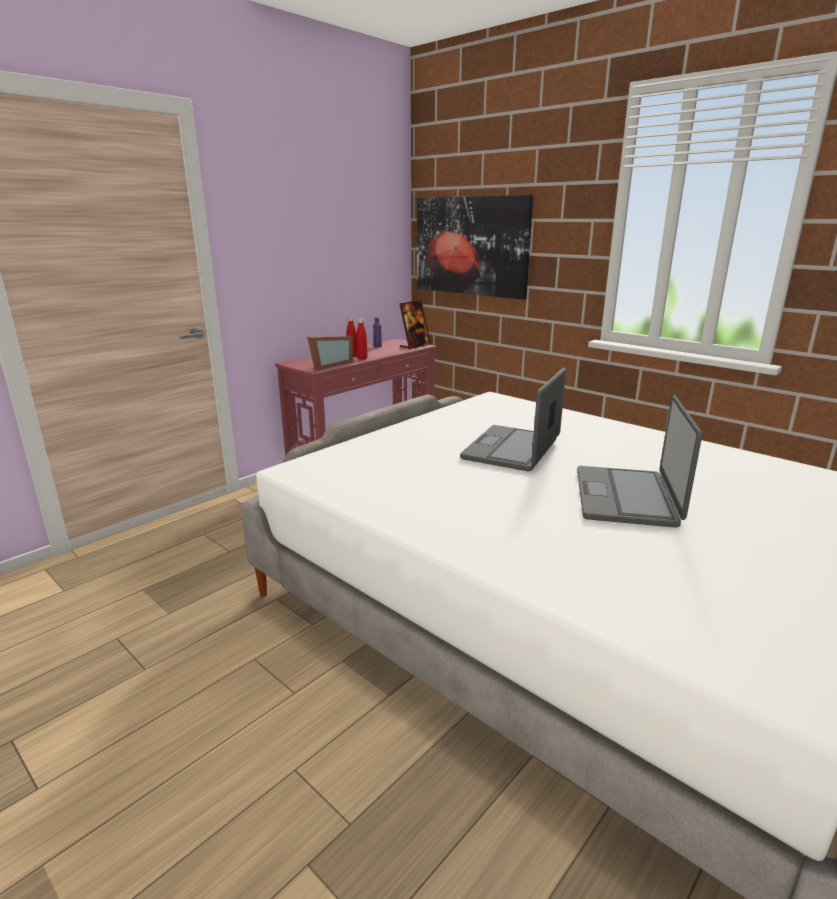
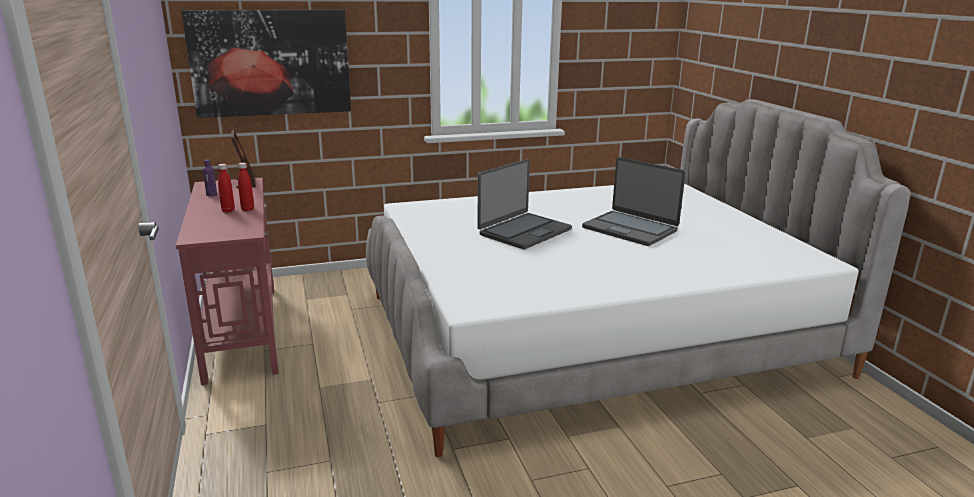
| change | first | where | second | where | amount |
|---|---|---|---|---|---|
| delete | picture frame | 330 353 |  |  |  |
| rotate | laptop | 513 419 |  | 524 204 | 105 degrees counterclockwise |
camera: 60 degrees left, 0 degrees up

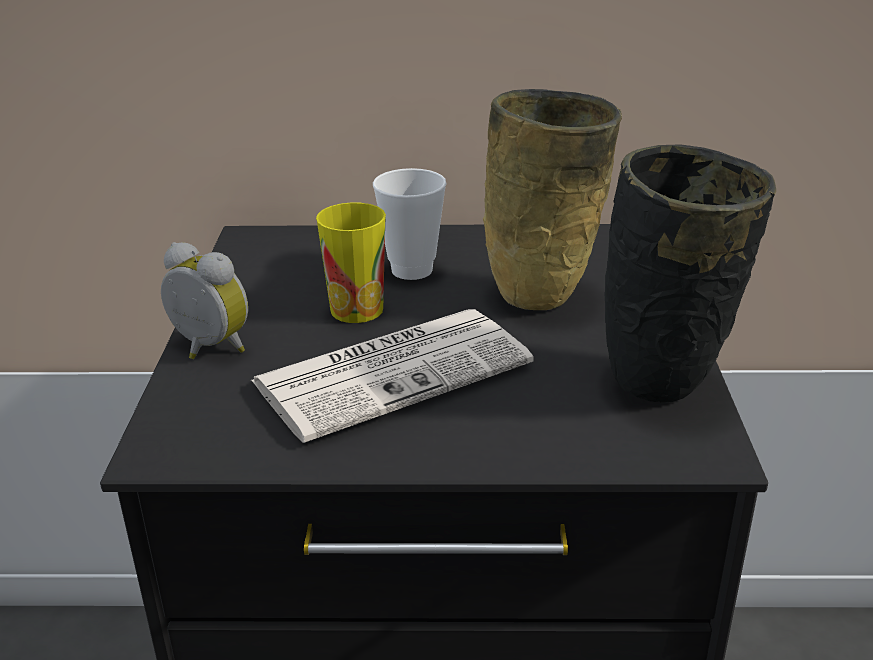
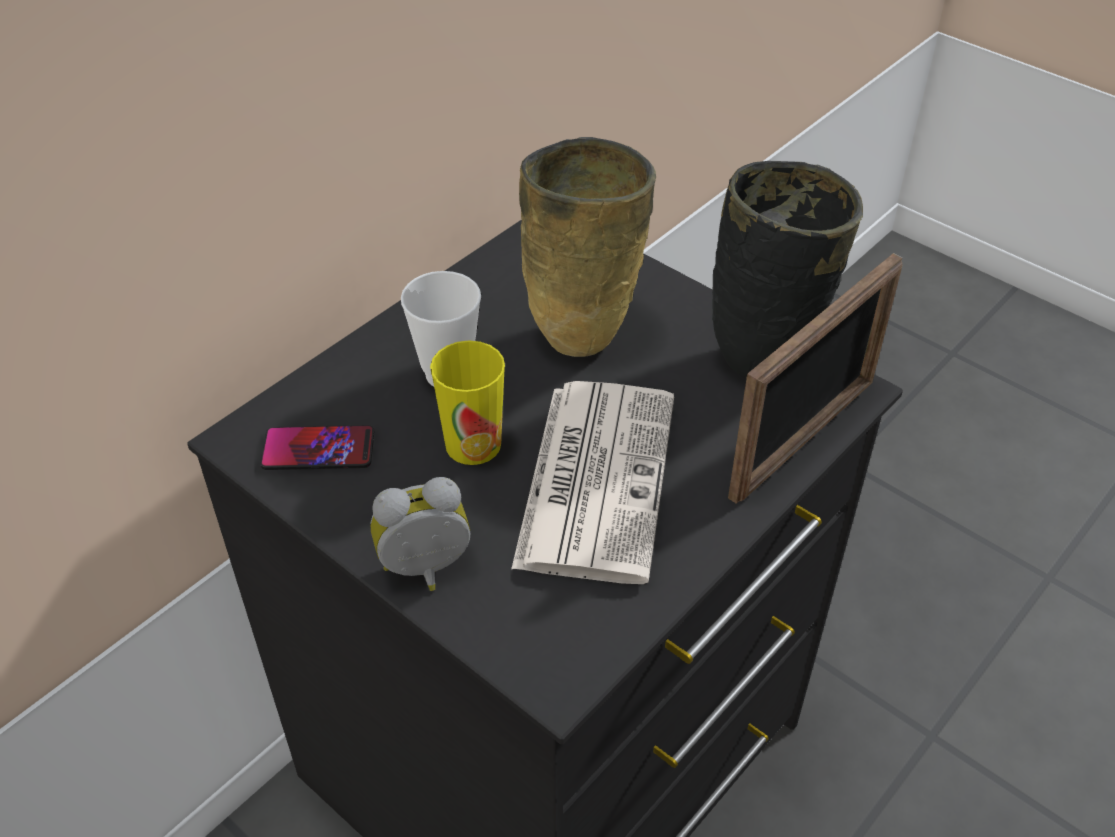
| change | first | where | second | where | amount |
|---|---|---|---|---|---|
| insert |  |  | telephone | 317 447 |  |
| insert |  |  | picture frame | 815 378 |  |
camera: 50 degrees left, 15 degrees up

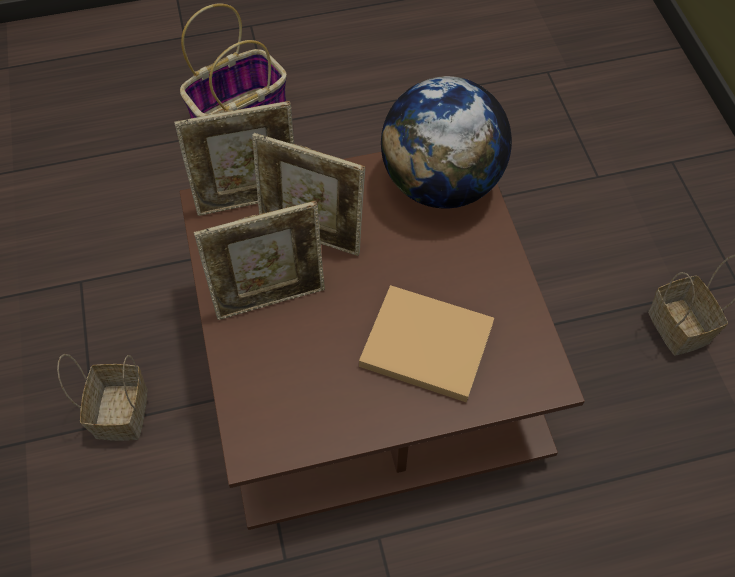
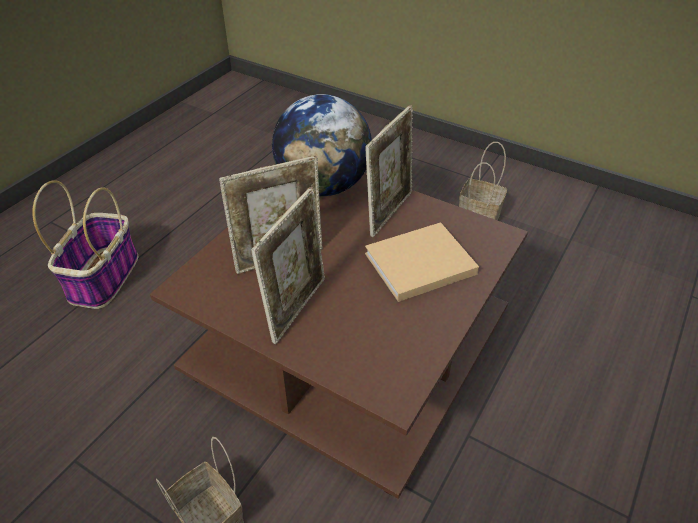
| change | first | where | second | where | amount |
|---|---|---|---|---|---|
| move | picture frame | 234 158 |  | 389 171 |  |
camera: 45 degrees left, 15 degrees down

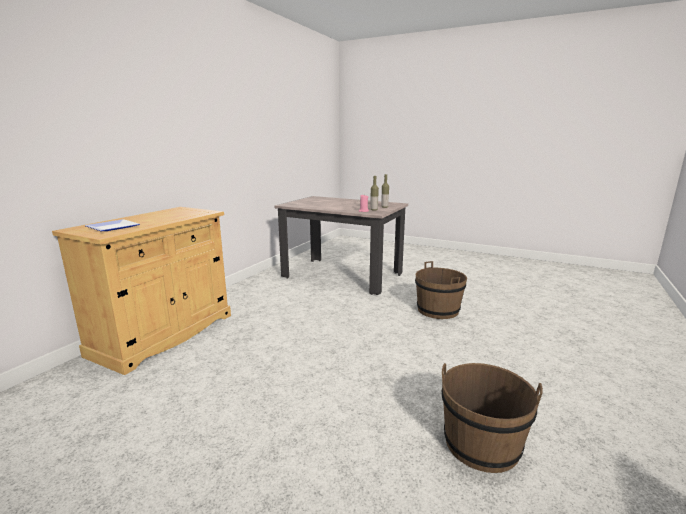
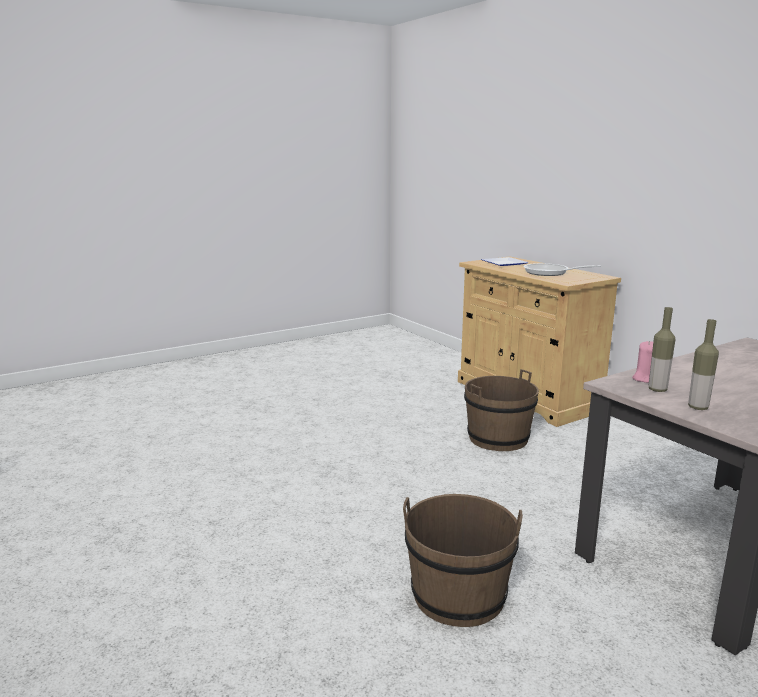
| change | first | where | second | where | amount |
|---|---|---|---|---|---|
| move | brown-coloured pail | 492 418 |  | 501 410 |  |
| insert |  |  | frying pan | 562 269 |  |
camera: 120 degrees right, 0 degrees up

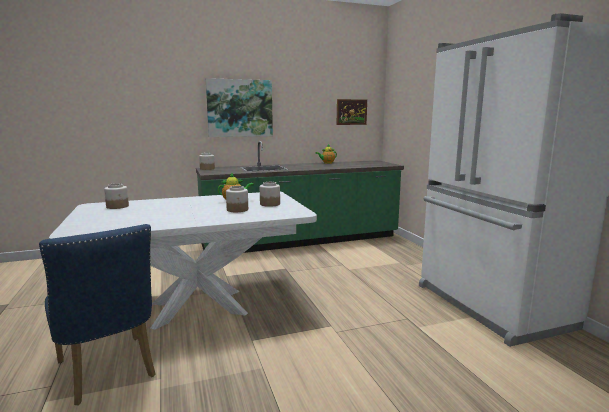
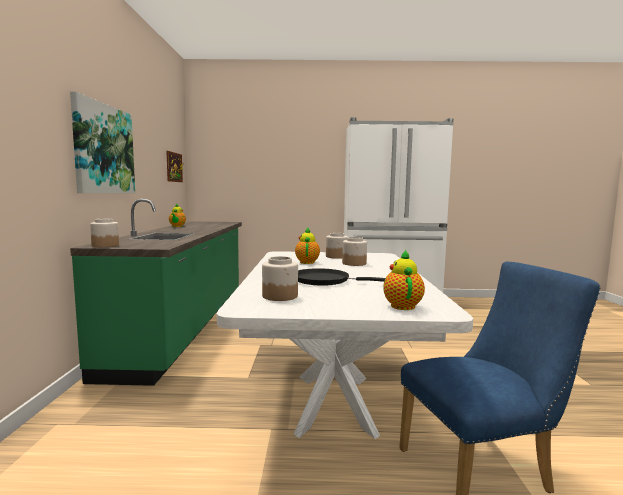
| change | first | where | second | where | amount |
|---|---|---|---|---|---|
| insert |  |  | black frying pan | 341 277 |  |
| insert |  |  | pot for tea | 404 279 |  |
camera: 70 degrees left, 5 degrees down

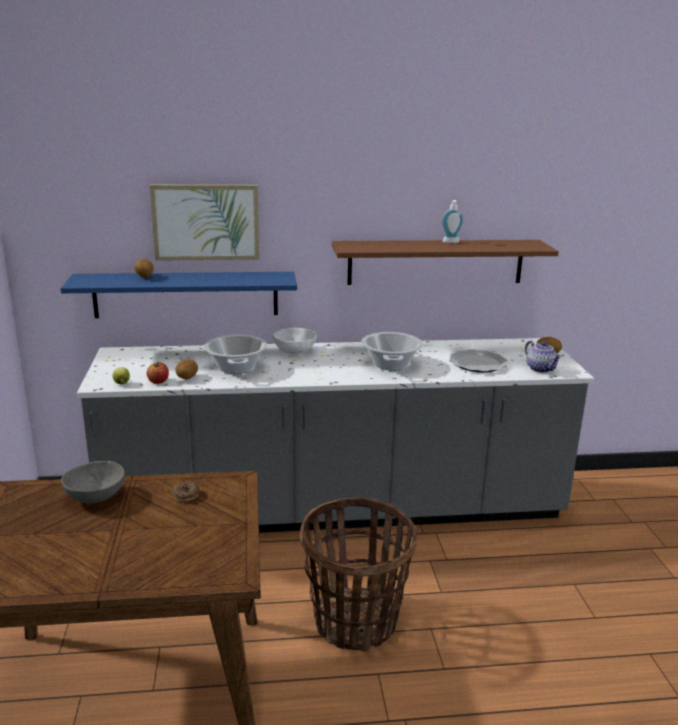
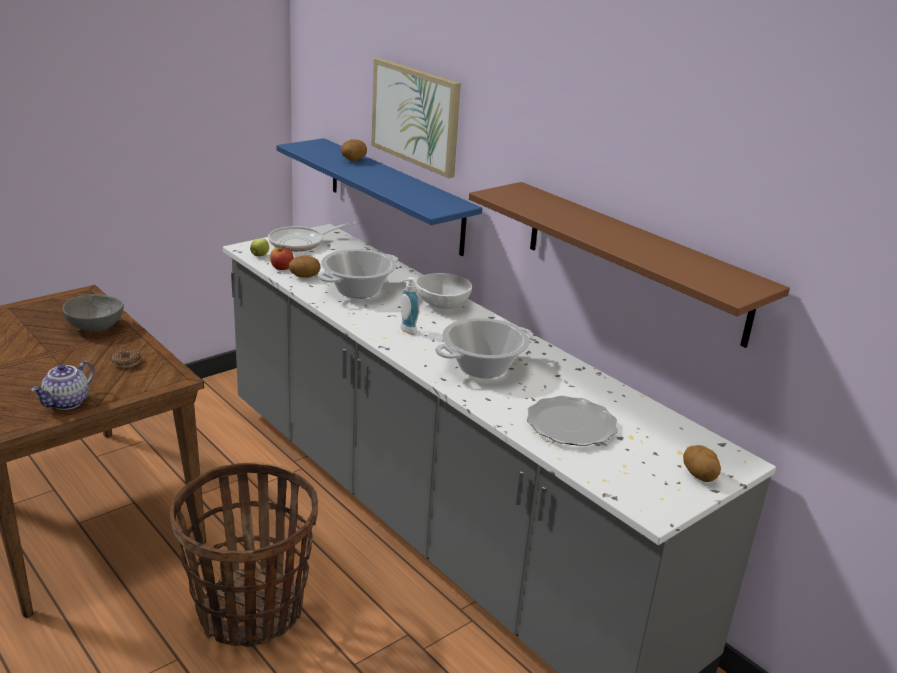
| change | first | where | second | where | amount |
|---|---|---|---|---|---|
| move | soap bottle | 453 221 |  | 409 306 |  |
| move | pot for tea | 543 357 |  | 62 385 |  |
| insert |  |  | frying pan | 312 236 |  |
camera: 55 degrees right, 5 degrees up

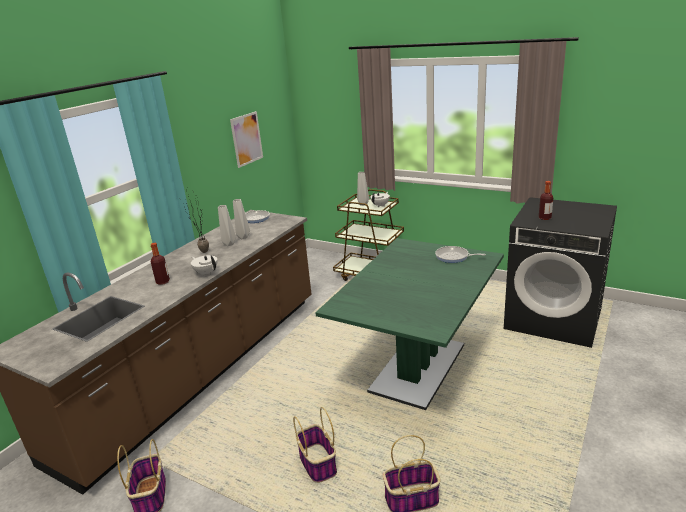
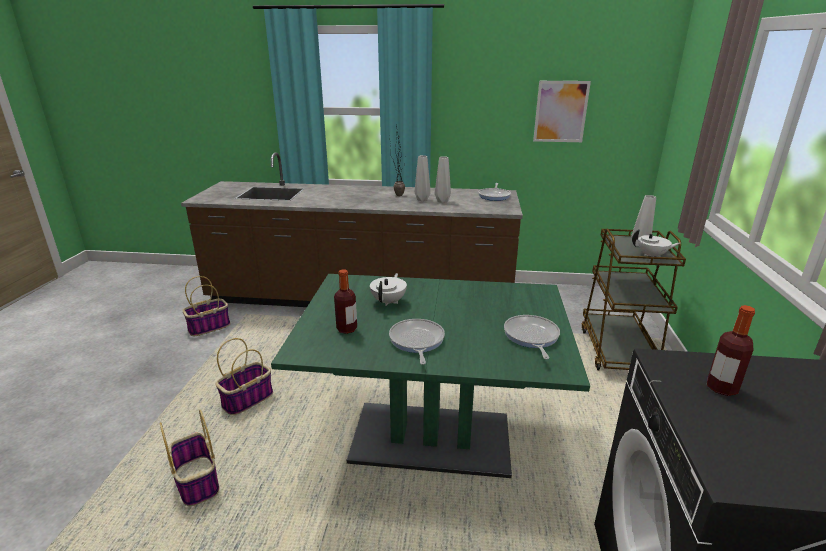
| change | first | where | second | where | amount |
|---|---|---|---|---|---|
| move | beverage bottle | 160 264 |  | 345 301 |  |
| move | whitish pot for tea | 204 265 |  | 388 289 |  |
| insert |  |  | frying pan | 417 341 |  |
camera: 65 degrees right, 0 degrees up

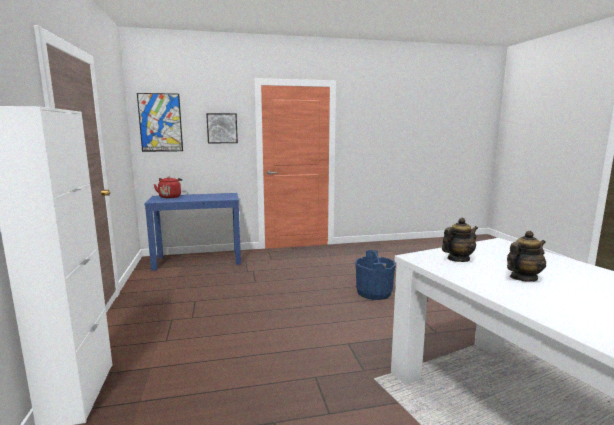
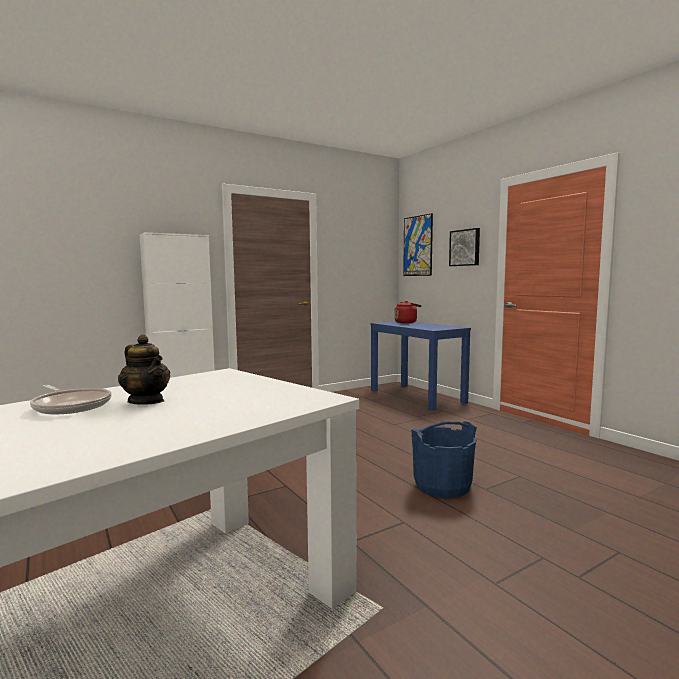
| change | first | where | second | where | amount |
|---|---|---|---|---|---|
| delete | pot for tea | 460 240 |  |  |  |
| insert |  |  | frying pan | 71 399 |  |
camera: 70 degrees right, 5 degrees down

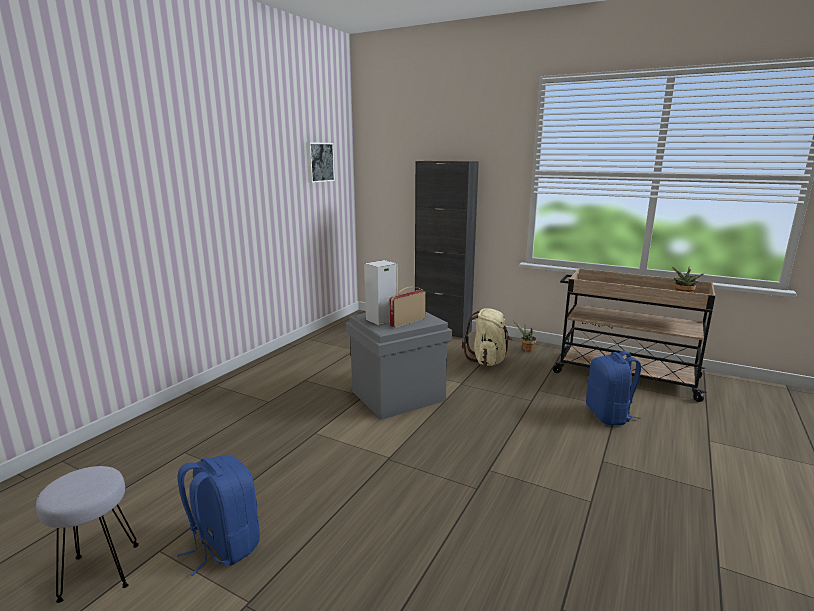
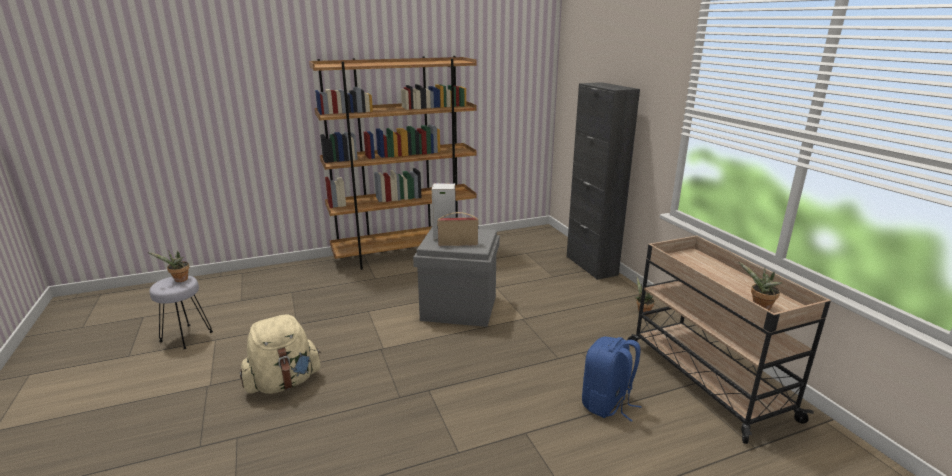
| change | first | where | second | where | amount |
|---|---|---|---|---|---|
| delete | bluish backpack | 218 515 |  |  |  |
| delete | wall art | 320 162 |  |  |  |
| move | beige backpack | 487 337 |  | 280 354 |  |
| insert |  |  | potted plant | 169 266 |  |
| insert |  |  | brown-coloured bookcase | 392 163 |  |
camera: 40 degrees right, 5 degrees up

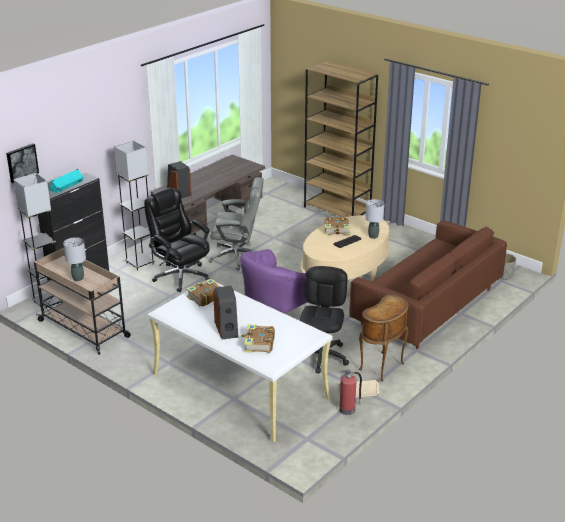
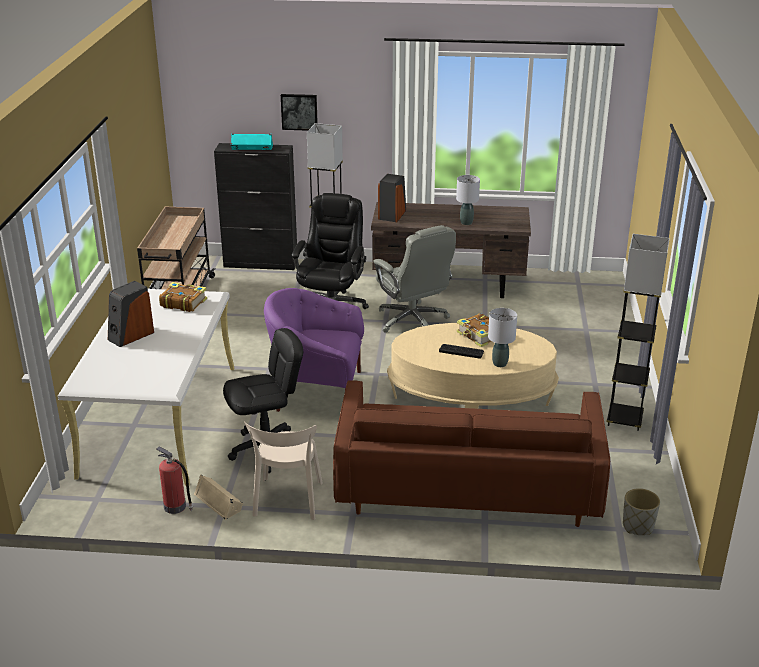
| change | first | where | second | where | amount |
|---|---|---|---|---|---|
| move | wall art | 22 163 |  | 299 112 |  |
| move | grey floor lamp | 38 242 |  | 638 332 |  |
| move | grey lamp for a table | 74 259 |  | 468 200 |  |
| delete | bound book | 257 338 |  |  |  |
| delete | brown-coloured bookcase | 341 139 |  |  |  |
| replace | brown-coloured side table | 384 338 | beige upright chair | 283 470 |  |
camera: 55 degrees right, 0 degrees up

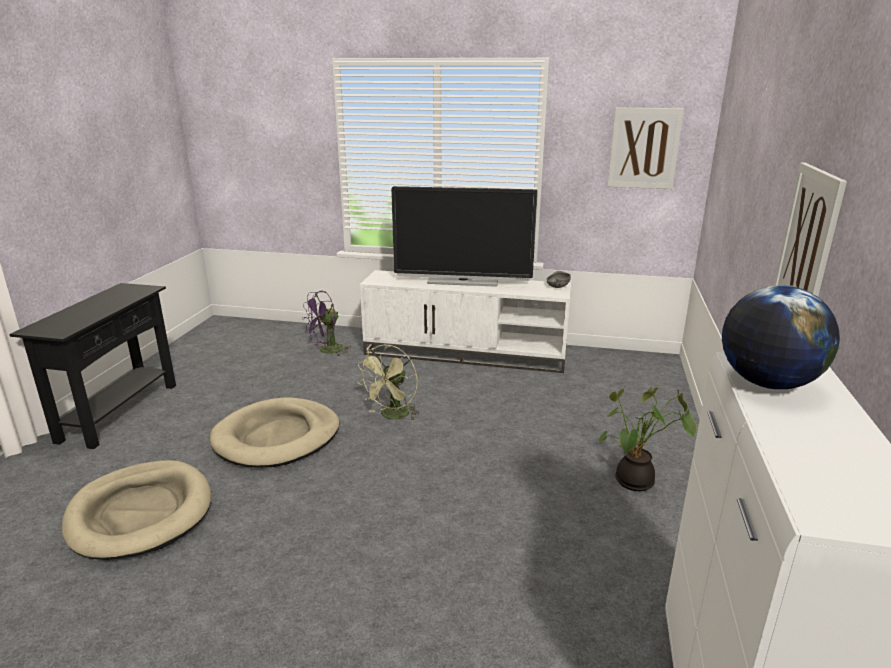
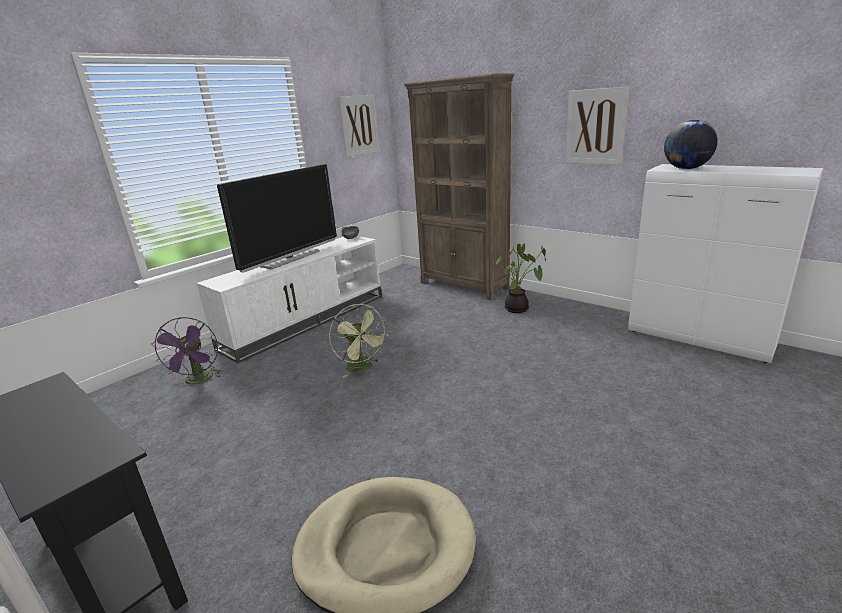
| change | first | where | second | where | amount |
|---|---|---|---|---|---|
| delete | beige pet bed | 274 432 |  |  |  |
| insert |  |  | brown-coloured bookcase | 459 186 |  |
camera: 60 degrees left, 0 degrees up

